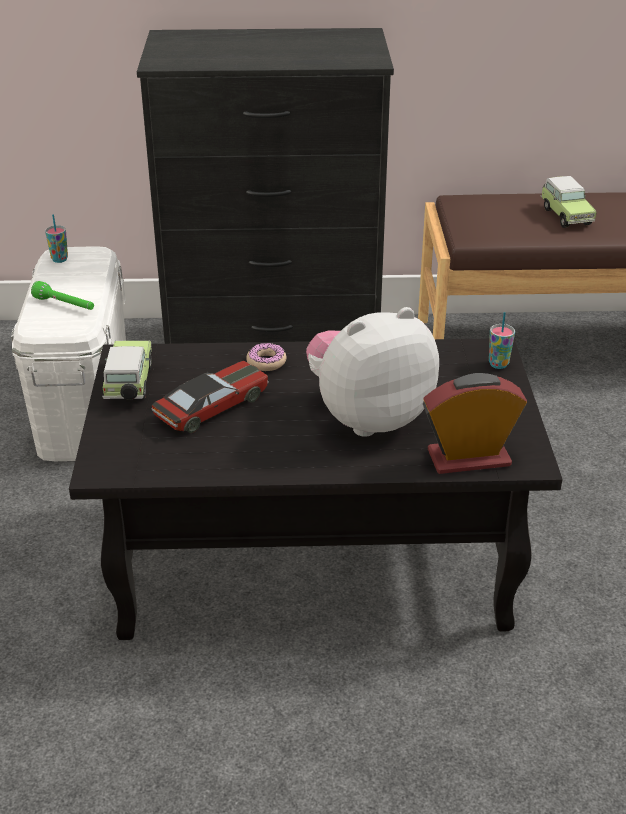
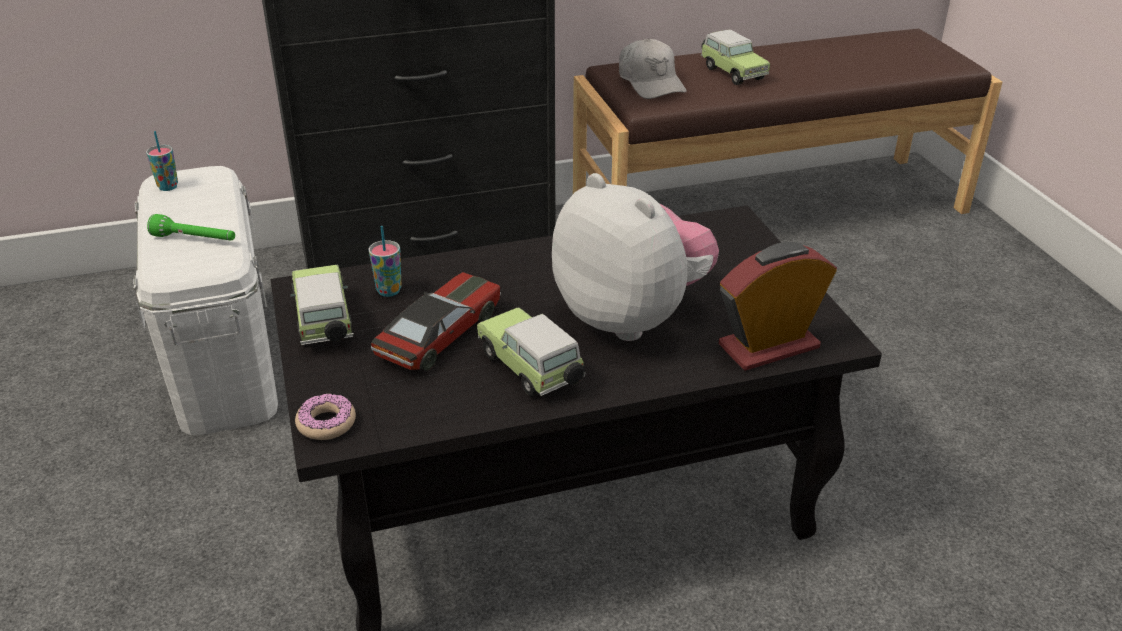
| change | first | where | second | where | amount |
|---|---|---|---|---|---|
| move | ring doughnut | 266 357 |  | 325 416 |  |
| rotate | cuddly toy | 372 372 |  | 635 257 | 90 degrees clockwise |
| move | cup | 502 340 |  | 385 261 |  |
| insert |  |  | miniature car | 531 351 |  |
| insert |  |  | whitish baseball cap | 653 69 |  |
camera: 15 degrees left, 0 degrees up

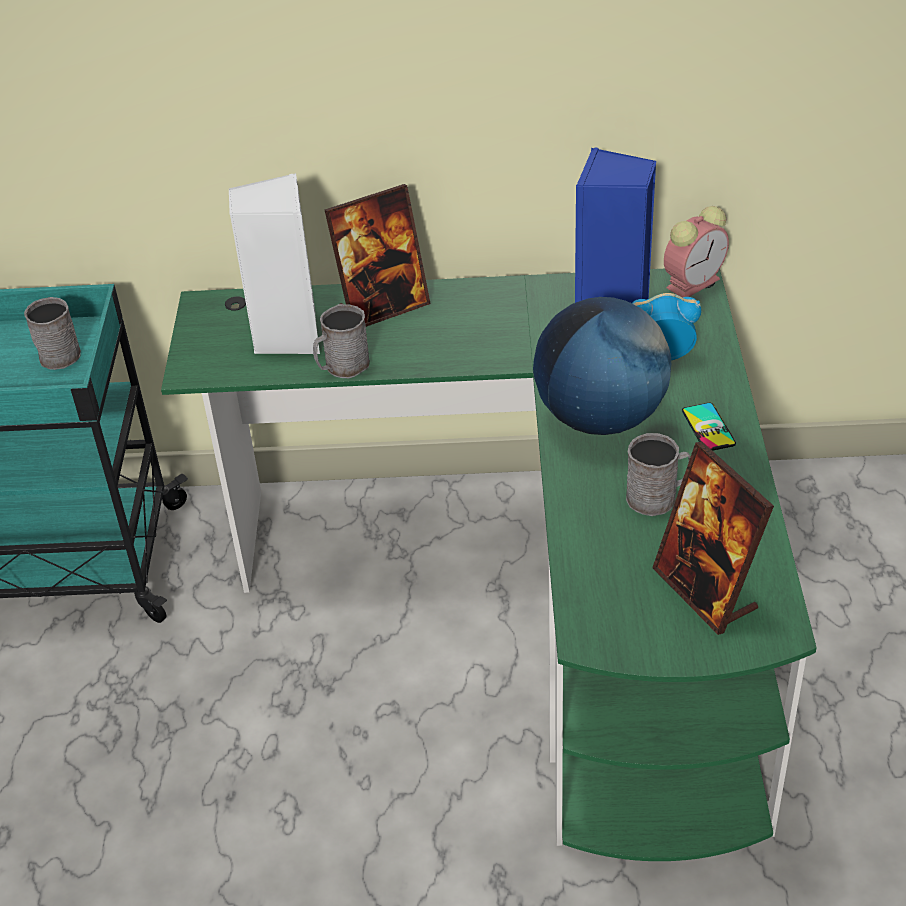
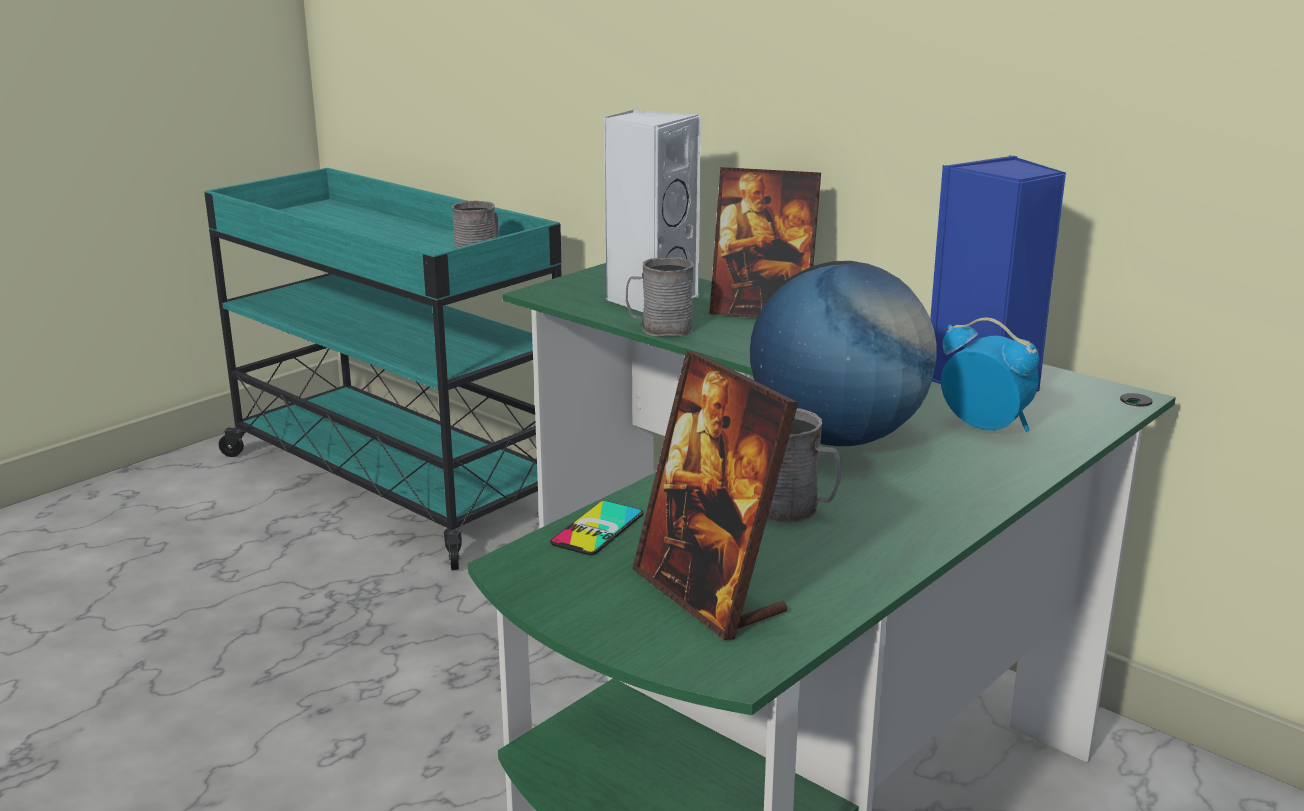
| change | first | where | second | where | amount |
|---|---|---|---|---|---|
| rotate | picture frame | 713 538 |  | 715 495 | 45 degrees counterclockwise |
| delete | bedside clock | 696 251 |  |  |  |
| move | telephone | 709 427 |  | 597 528 |  |
camera: 40 degrees right, 20 degrees down

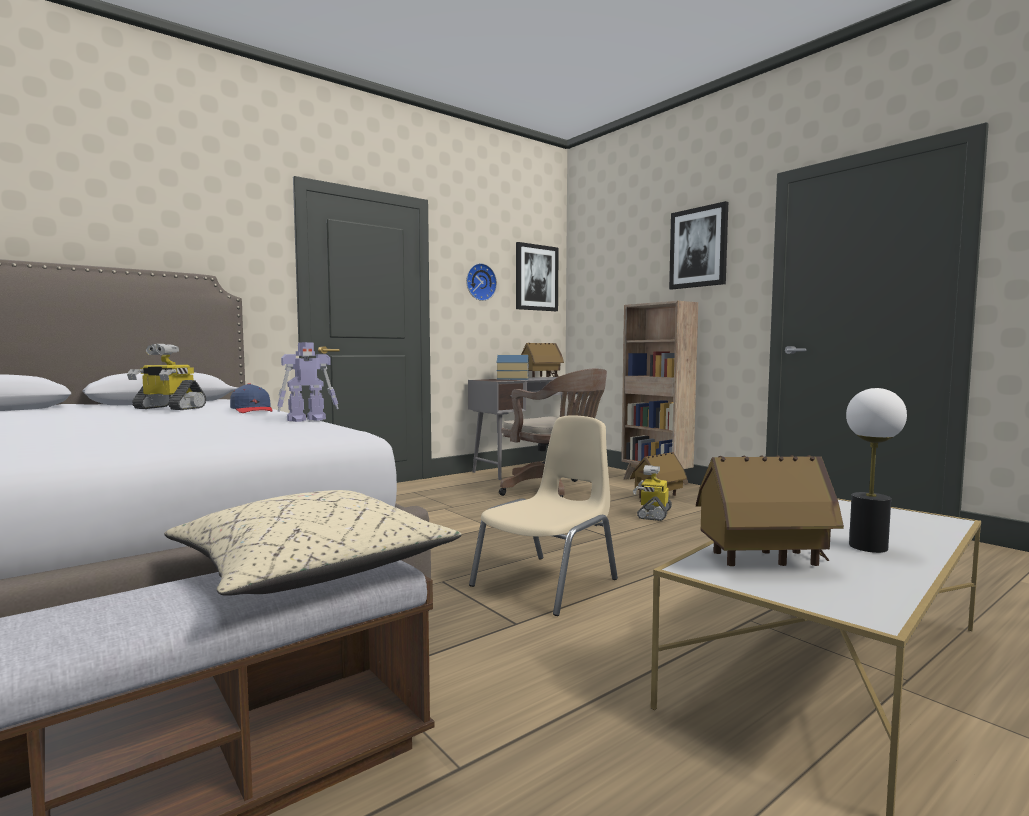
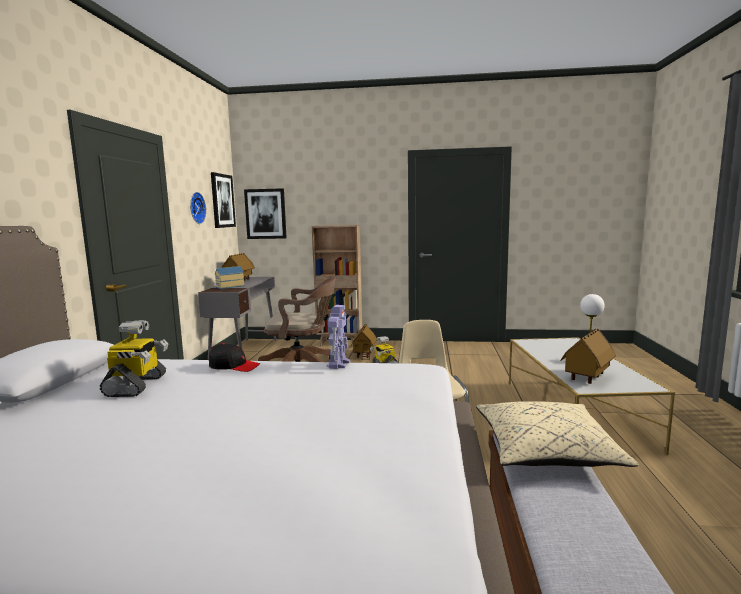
| change | first | where | second | where | amount |
|---|---|---|---|---|---|
| rotate | robot figure | 166 377 |  | 134 358 | 60 degrees counterclockwise |
| recolor | bluish baseball cap | 251 398 | black baseball cap | 234 357 |  |
| move | wall art | 698 245 |  | 265 213 |  |
camera: 45 degrees left, 5 degrees up

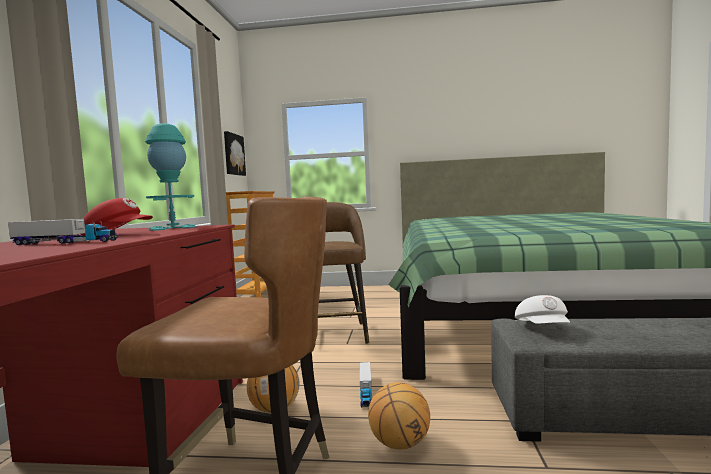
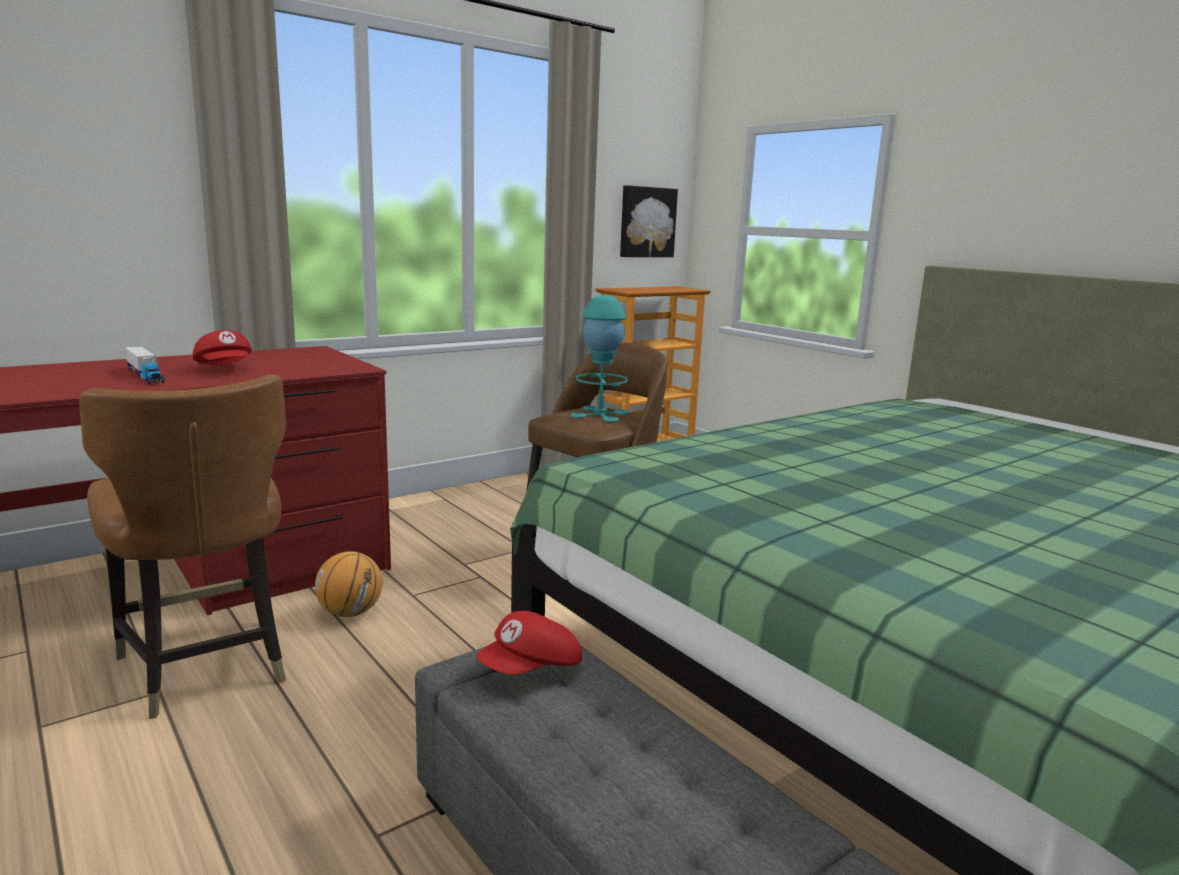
| change | first | where | second | where | amount |
|---|---|---|---|---|---|
| move | turquoise-coloured lamp for a table | 171 177 |  | 600 358 |  |
| delete | toy lorry | 366 384 |  |  |  |
| delete | basketball ball | 399 416 |  |  |  |
| recolor | whitish baseball cap | 542 309 | red baseball cap | 529 643 |  |
camera: 45 degrees right, 10 degrees up

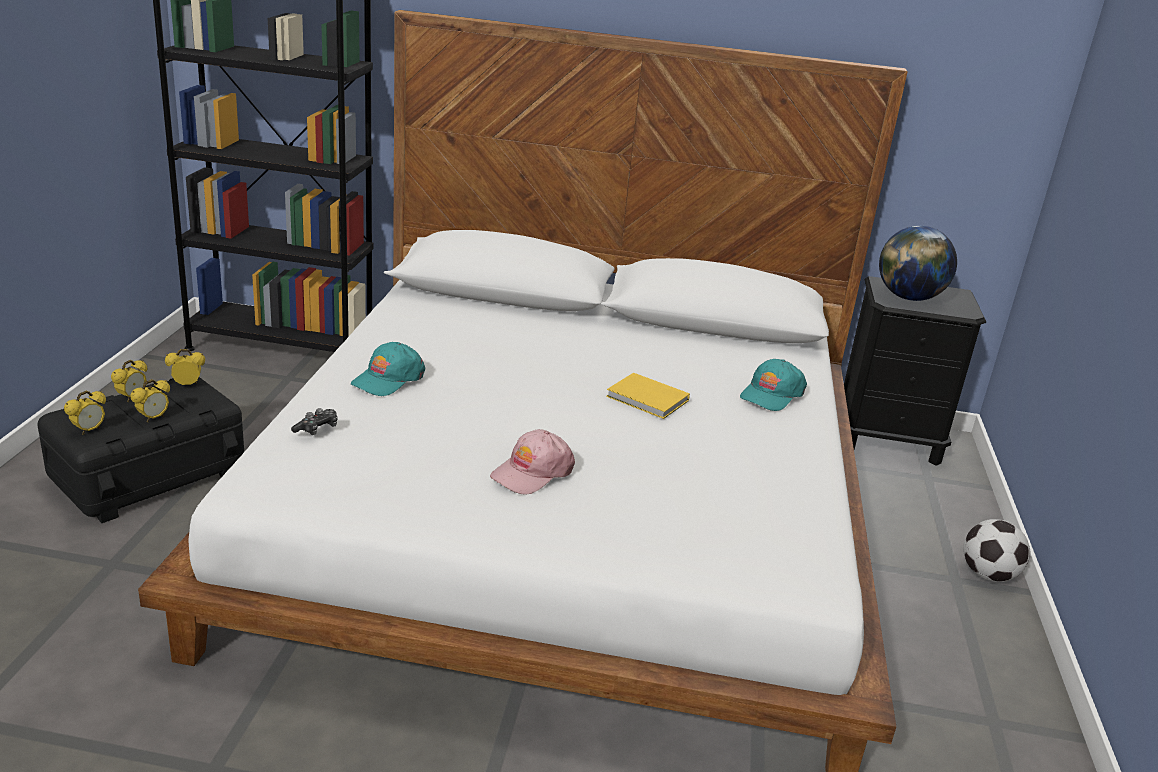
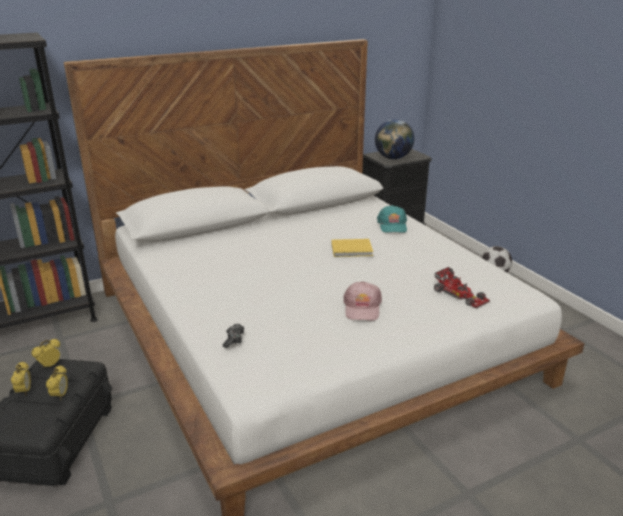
| change | first | where | second | where | amount |
|---|---|---|---|---|---|
| delete | bedside clock | 85 413 |  |  |  |
| delete | turquoise-coloured baseball cap | 388 369 |  |  |  |
| insert |  |  | miniature car | 462 287 |  |
camera: 35 degrees left, 0 degrees up

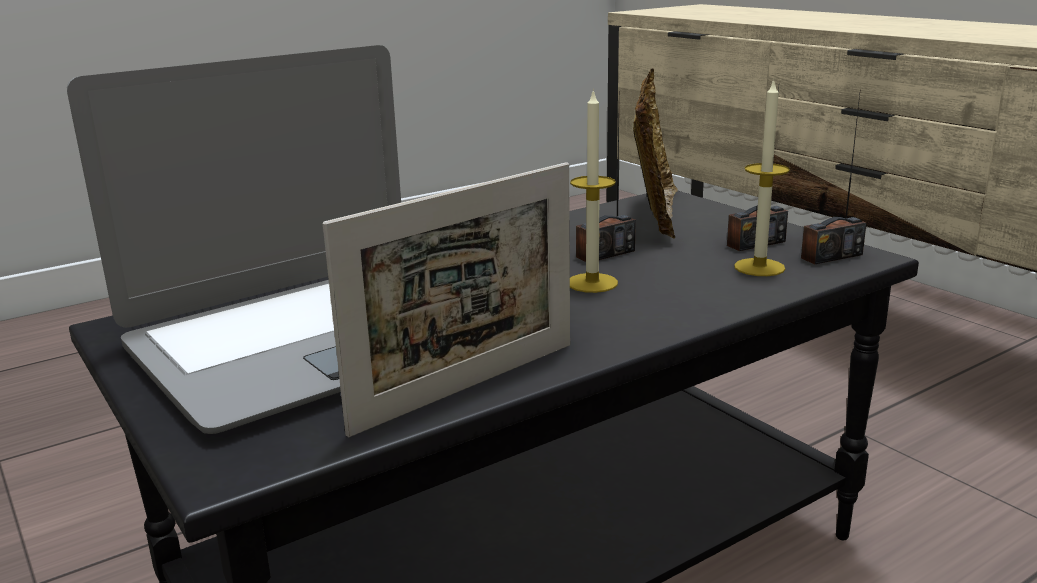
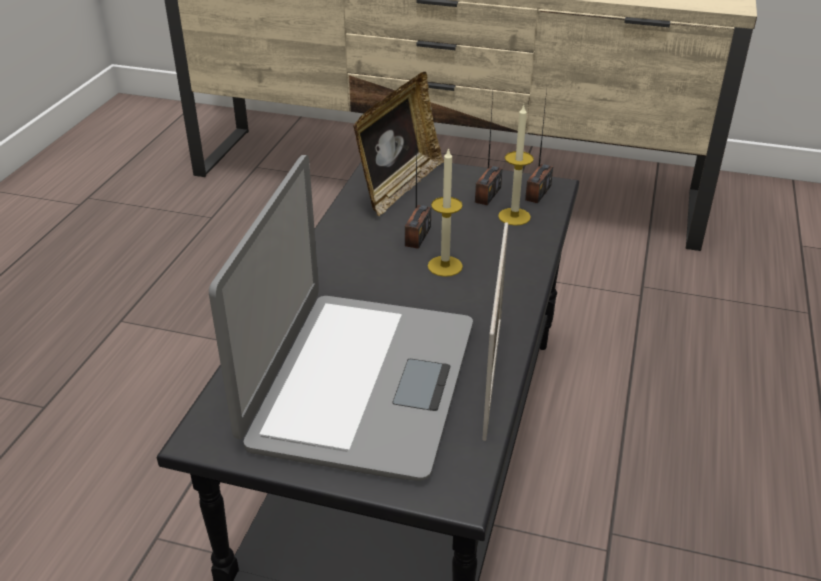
| change | first | where | second | where | amount |
|---|---|---|---|---|---|
| rotate | picture frame | 655 153 |  | 398 144 | 60 degrees clockwise |
camera: 40 degrees left, 15 degrees up

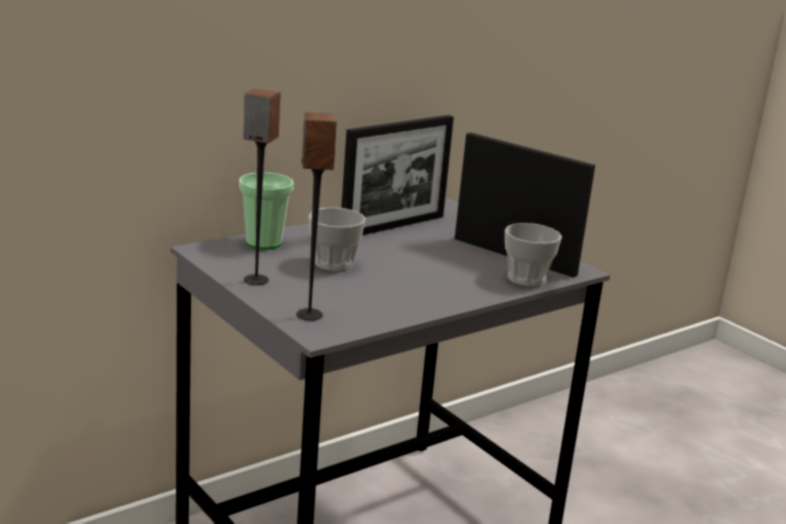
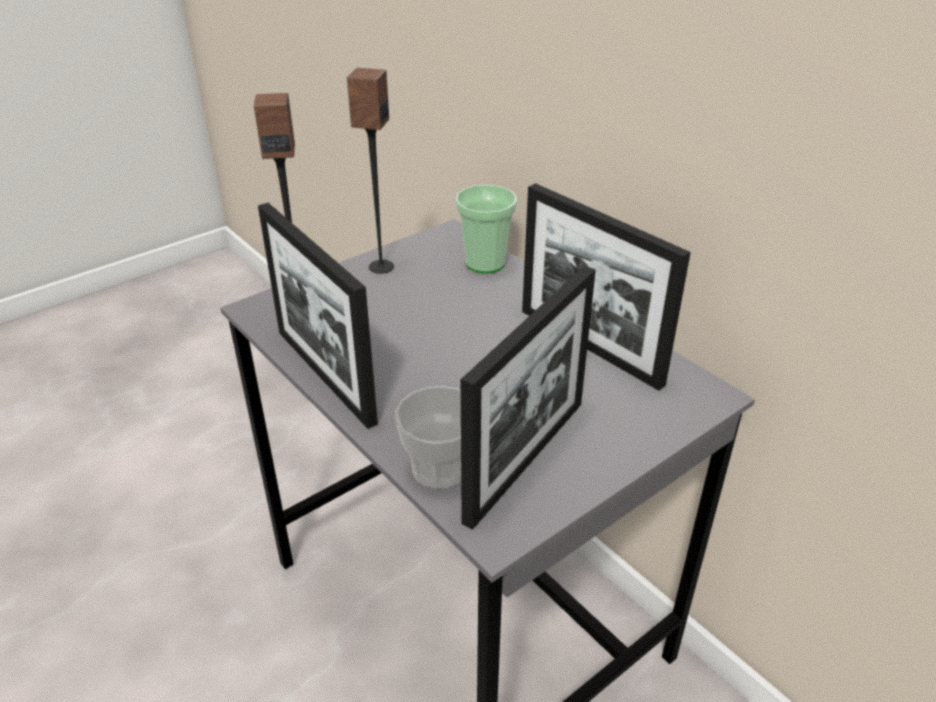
| change | first | where | second | where | amount |
|---|---|---|---|---|---|
| delete | cup | 337 239 |  |  |  |
| insert |  |  | picture frame | 318 316 |  |
camera: 90 degrees right, 15 degrees up

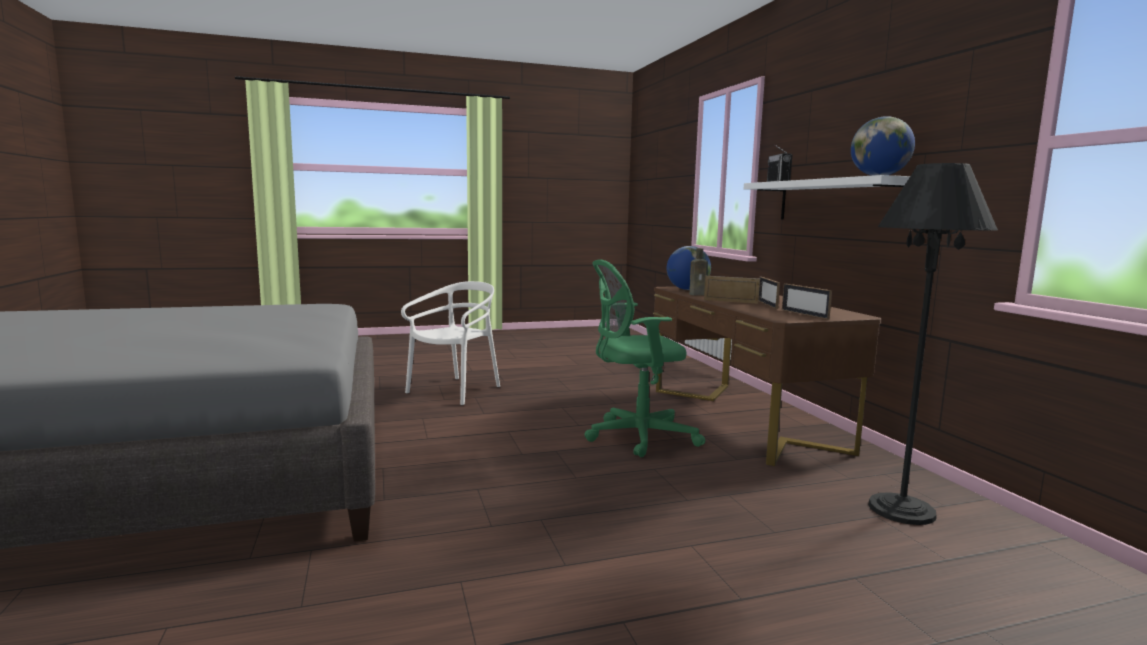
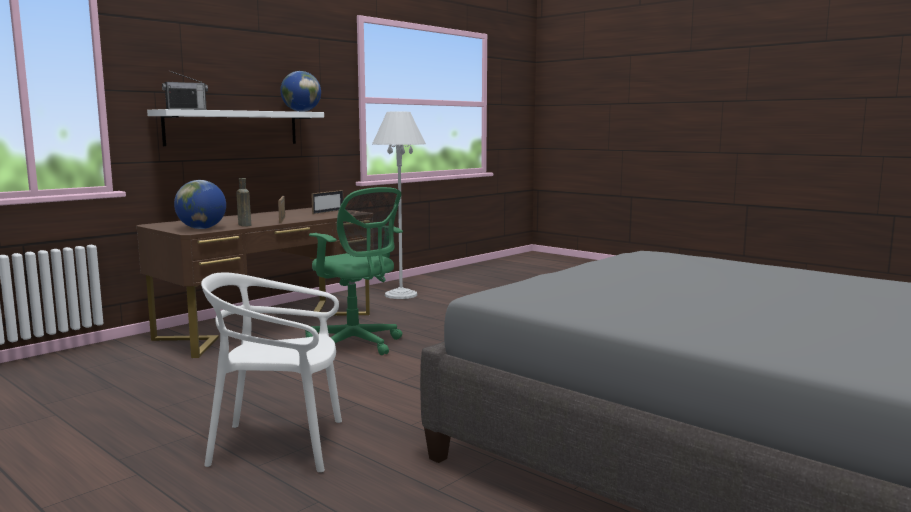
| change | first | where | second | where | amount |
|---|---|---|---|---|---|
| delete | picture frame | 769 293 |  |  |  |
| recolor | black floor lamp | 933 344 | whitish floor lamp | 399 205 |  |
camera: 120 degrees left, 0 degrees up

